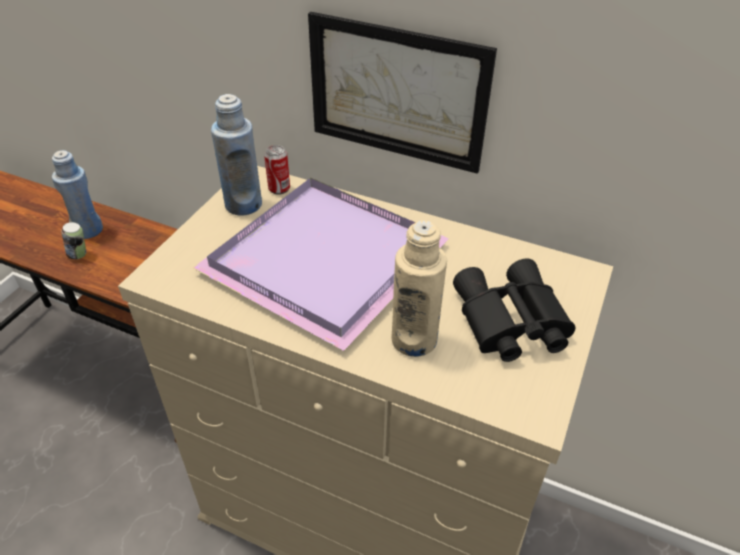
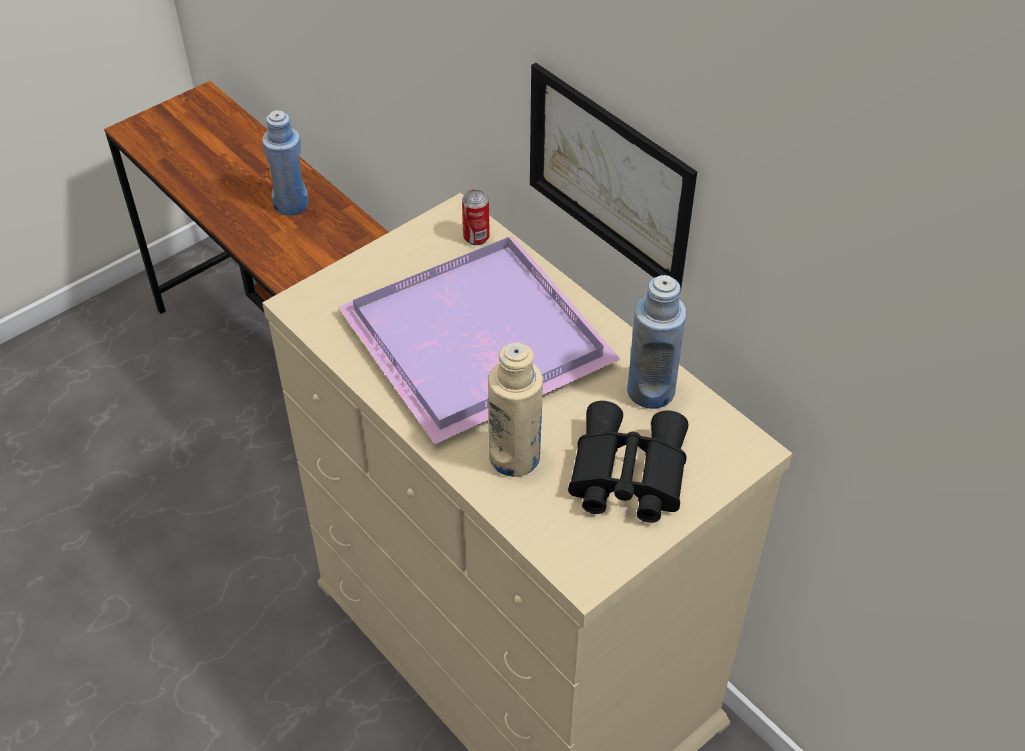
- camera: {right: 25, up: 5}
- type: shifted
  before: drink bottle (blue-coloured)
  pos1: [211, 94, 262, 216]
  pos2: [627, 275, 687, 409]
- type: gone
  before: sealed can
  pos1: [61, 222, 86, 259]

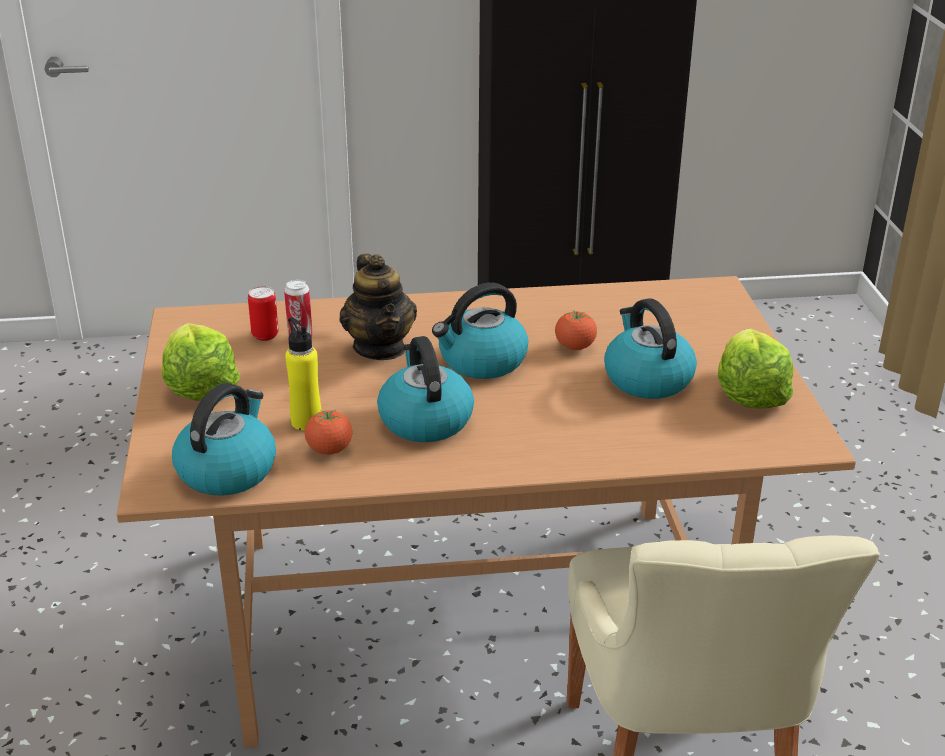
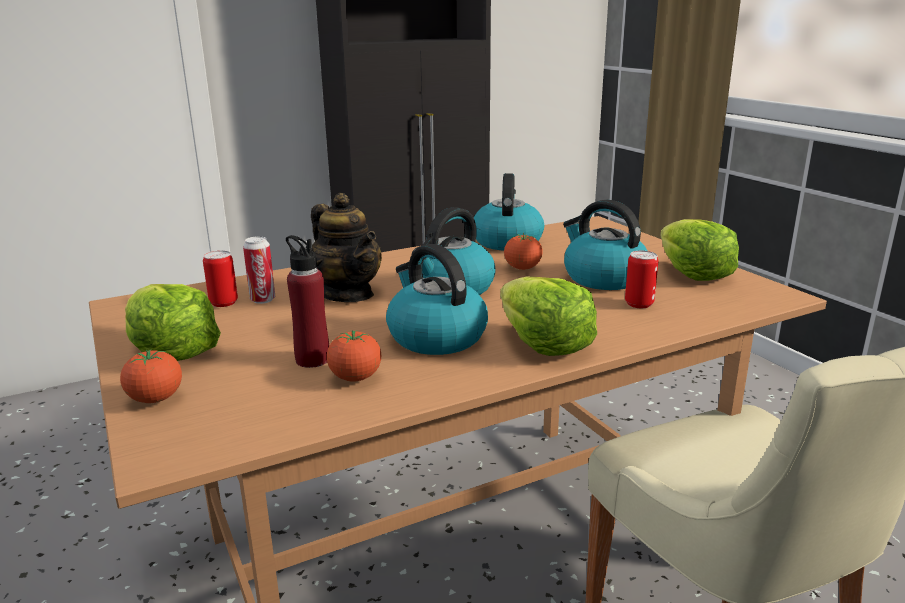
- camera: {right: -20, up: -10}
- type: new
  after: tomato
  pos2: [120, 349, 182, 403]
- type: repainted
  before: drink bottle (yellowish)
  after: drink bottle (reddish)
  pos1: [285, 317, 322, 431]
  pos2: [286, 235, 329, 368]
- type: shifted
  before: tea kettle
  pos1: [172, 383, 276, 496]
  pos2: [474, 173, 544, 251]
- type: new
  after: head of lettuce
  pos2: [500, 276, 597, 356]
- type: new
  after: sealed can
  pos2: [625, 251, 658, 308]

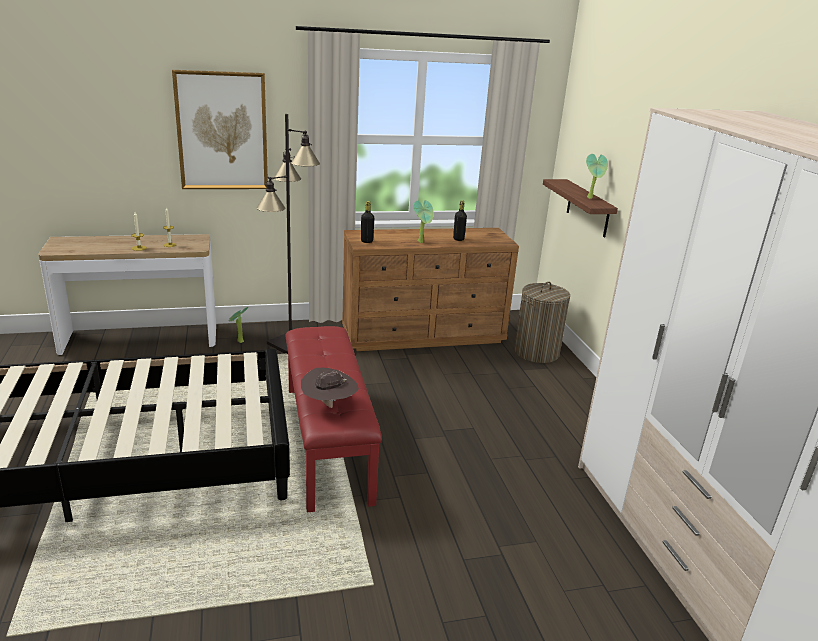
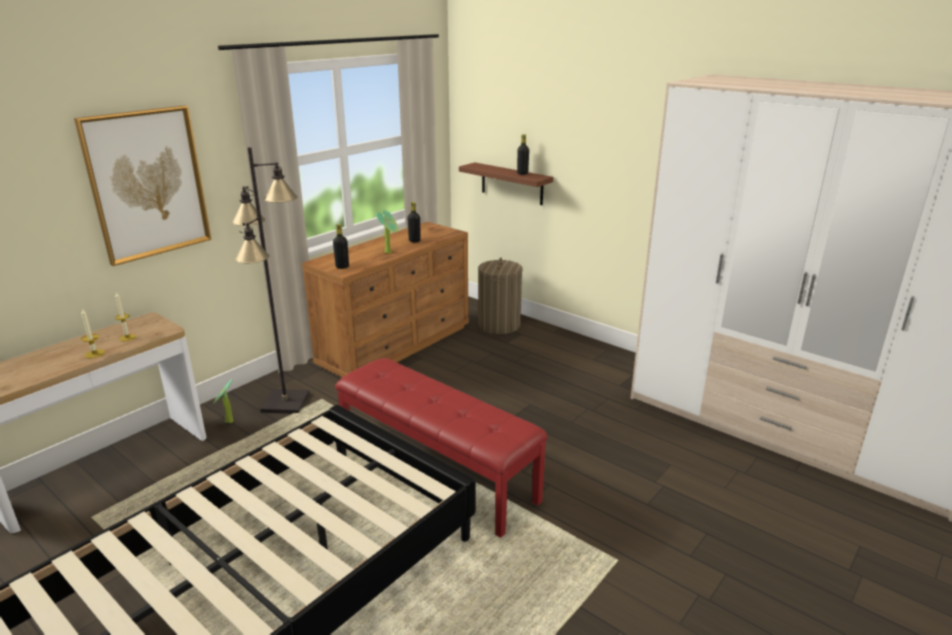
- camera: {right: -35, up: 0}
- type: swapped
  before: houseplant
  after: drink bottle (black-coloured)
  pos1: [586, 154, 608, 199]
  pos2: [517, 134, 529, 175]
- type: gone
  before: hat (brown)
  pos1: [301, 368, 359, 408]

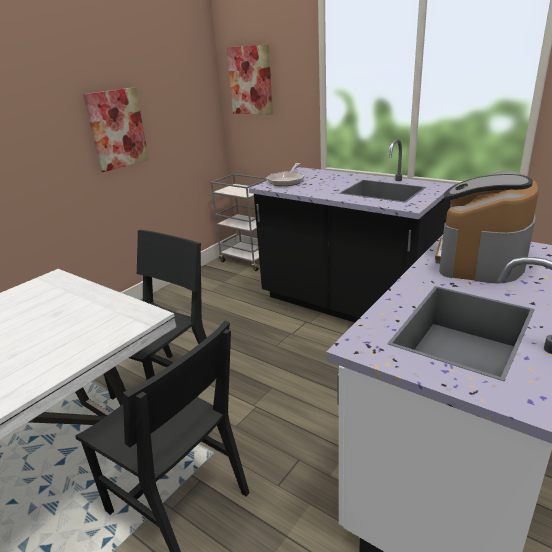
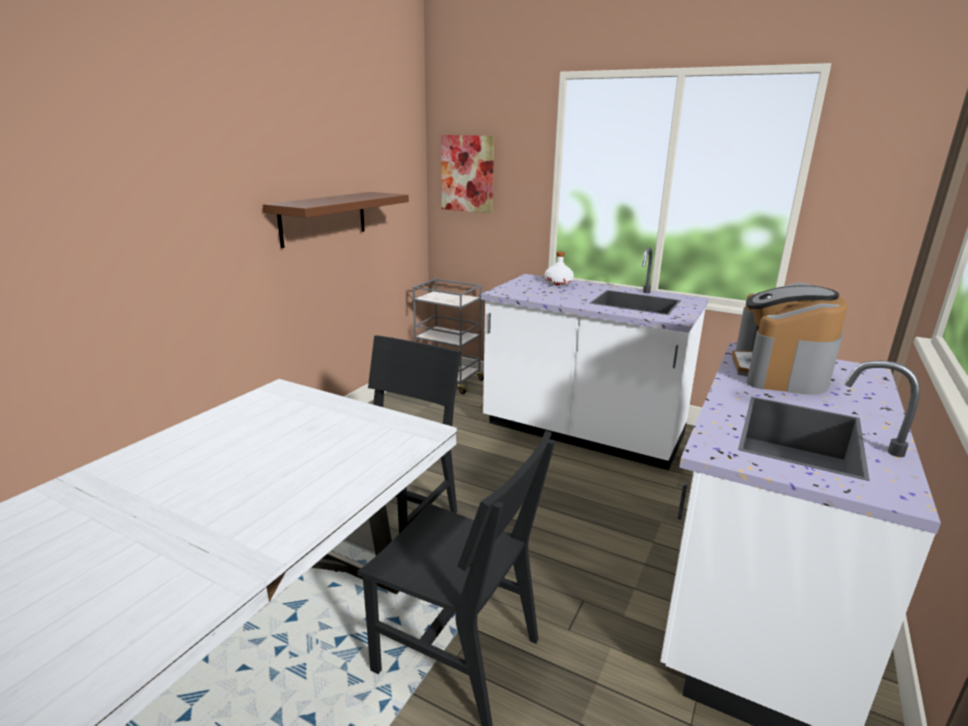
- camera: {right: -10, up: -5}
- type: swapped
  before: wall picture
  after: wall shelf (brown)
  pos1: [83, 87, 149, 172]
  pos2: [263, 192, 409, 248]
- type: repainted
  before: kitchen base unit (black-coloured)
  after: kitchen base unit (whitish)
  pos1: [249, 139, 455, 323]
  pos2: [481, 247, 709, 470]
- type: new
  after: drink bottle (whitish)
  pos2: [545, 252, 574, 286]
- type: gone
  before: frying pan
  pos1: [266, 163, 305, 186]

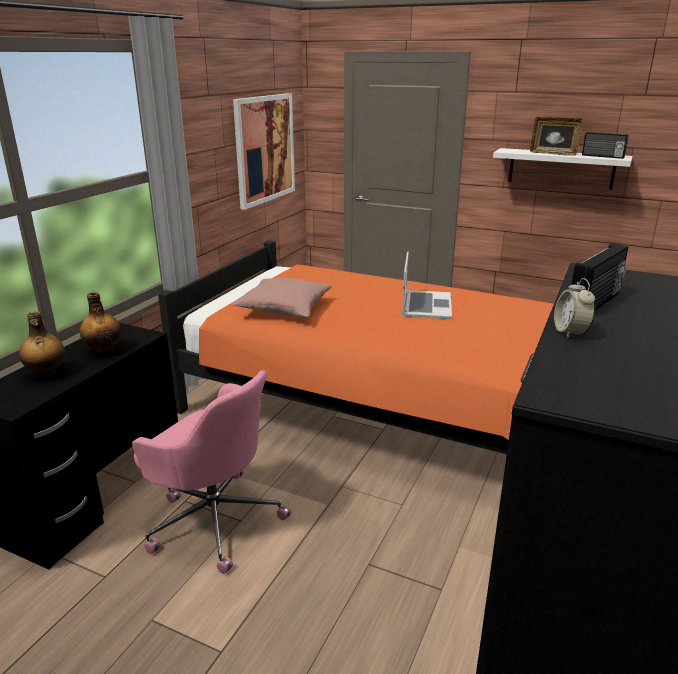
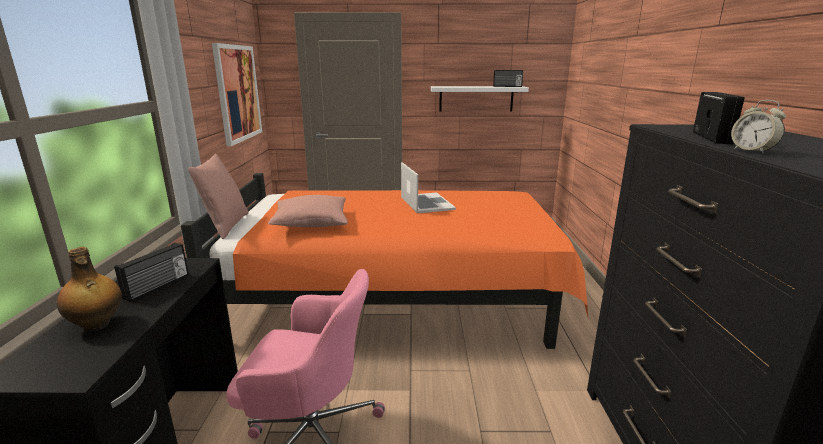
- camera: {right: -25, up: -5}
- type: swapped
  before: drink bottle
  after: radio set
  pos1: [80, 292, 121, 355]
  pos2: [114, 243, 189, 302]
- type: new
  after: cushion (pink-coloured)
  pos2: [188, 154, 248, 239]
- type: gone
  before: standing frame
  pos1: [530, 117, 582, 156]

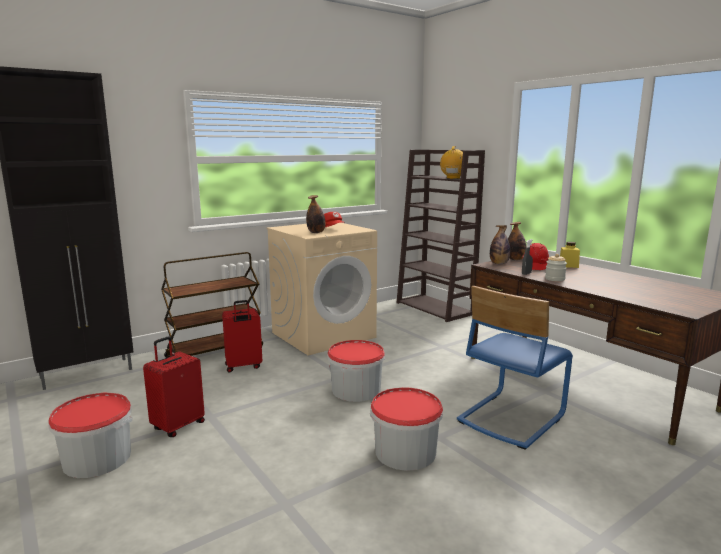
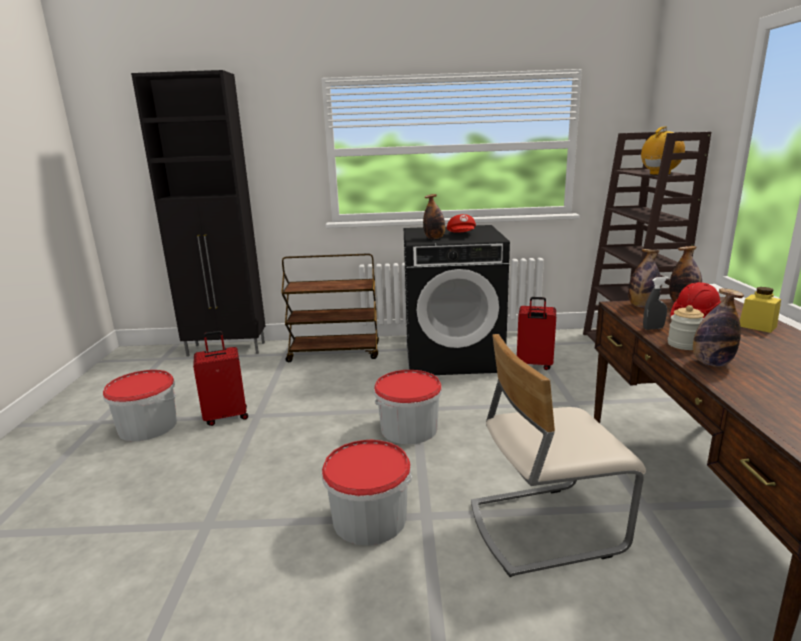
- camera: {right: 35, up: 5}
- type: repainted
  before: laundry appliance (beige-coloured)
  after: laundry appliance (black-coloured)
  pos1: [267, 223, 377, 356]
  pos2: [403, 225, 510, 375]
- type: repainted
  before: plain chair (blue-coloured)
  after: plain chair (beige-coloured)
  pos1: [457, 286, 573, 450]
  pos2: [471, 334, 646, 577]
- type: shifted
  before: piece of luggage (reddish)
  pos1: [222, 300, 262, 373]
  pos2: [517, 297, 556, 370]
- type: new
  after: drink bottle
  pos2: [693, 288, 744, 367]

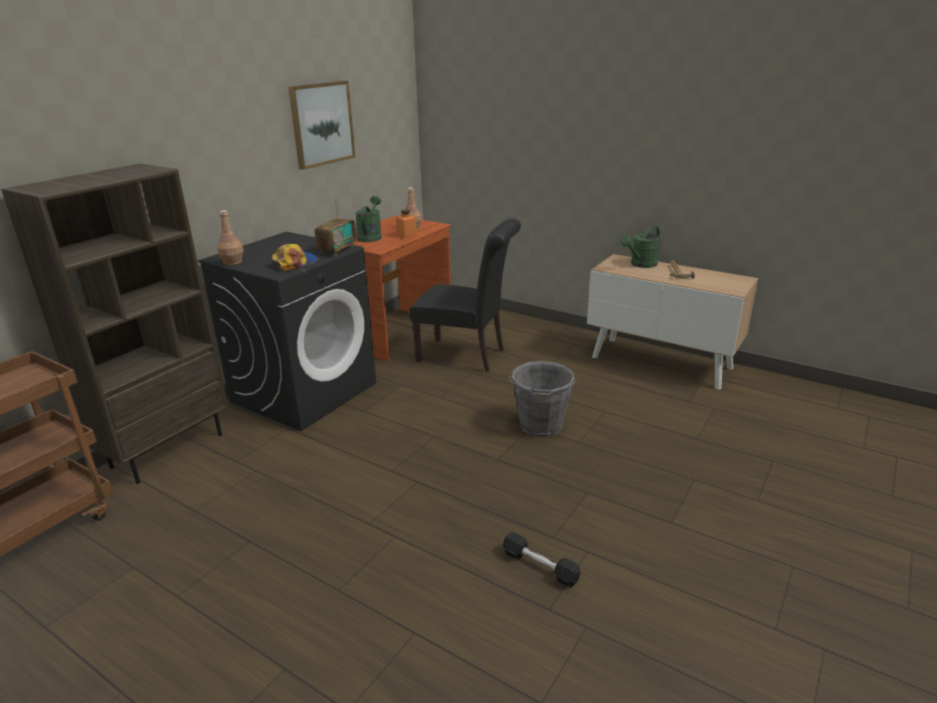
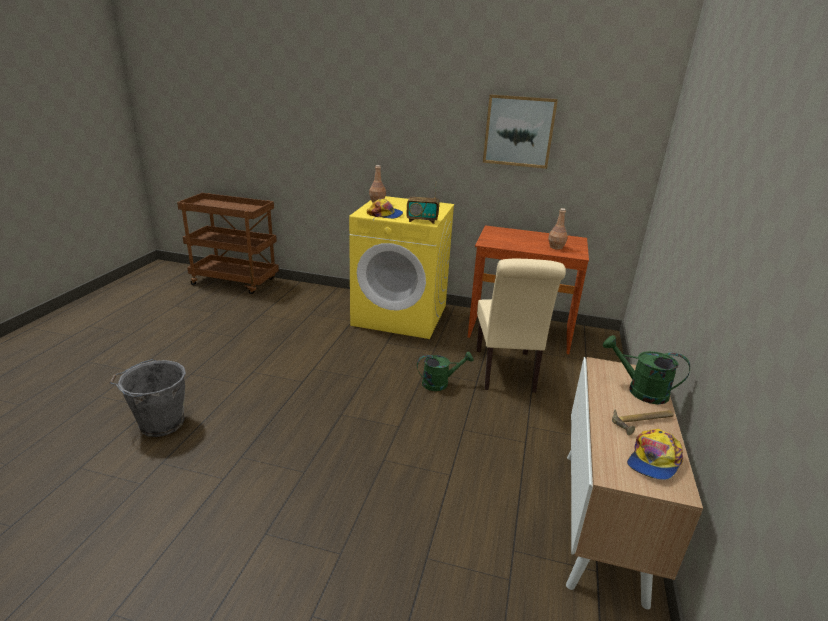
- camera: {right: 70, up: 0}
- type: shifted
  before: pail (gray)
  pos1: [508, 361, 577, 437]
  pos2: [110, 359, 186, 437]
- type: repainted
  before: laundry appliance (black-coloured)
  after: laundry appliance (yellowish)
  pos1: [198, 232, 376, 431]
  pos2: [349, 196, 454, 339]
- type: shifted
  before: sprinkling can (green-coloured)
  pos1: [355, 196, 382, 242]
  pos2: [417, 351, 473, 391]
- type: repainted
  before: plain chair (black-coloured)
  after: plain chair (beige-coloured)
  pos1: [409, 218, 521, 372]
  pos2: [476, 259, 566, 393]
- type: new
  after: cap
  pos2: [627, 429, 683, 480]
- type: gone
  before: bookshelf (brown)
  pos1: [1, 164, 228, 484]
- type: gone
  before: jar (orange)
  pos1: [396, 210, 417, 239]
- type: gone
  before: hand weight (black-coloured)
  pos1: [503, 532, 580, 588]

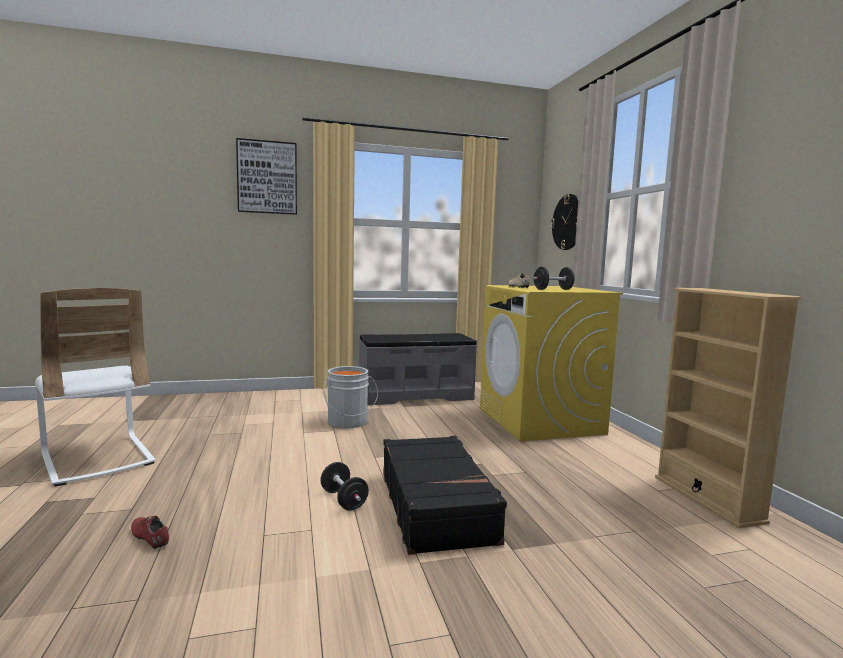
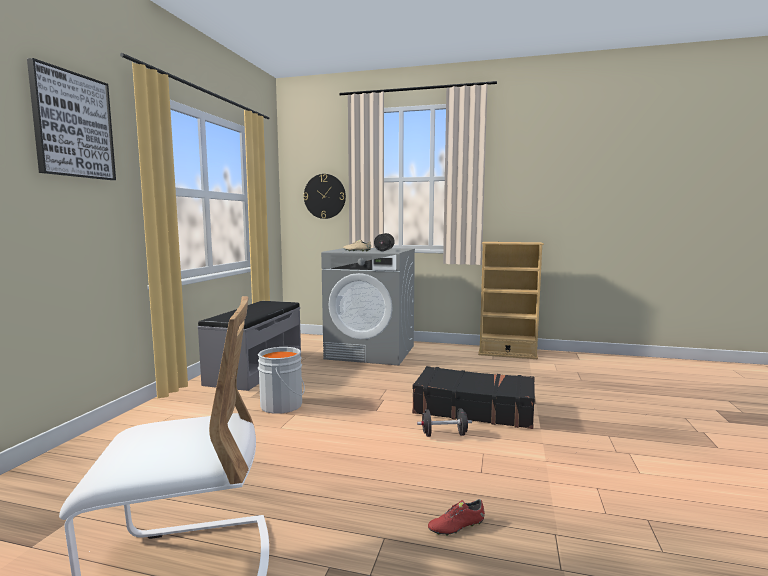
- camera: {right: -60, up: 0}
- type: repainted
  before: laundry appliance (yellowish)
  after: laundry appliance (gray)
  pos1: [480, 285, 623, 441]
  pos2: [321, 248, 415, 365]

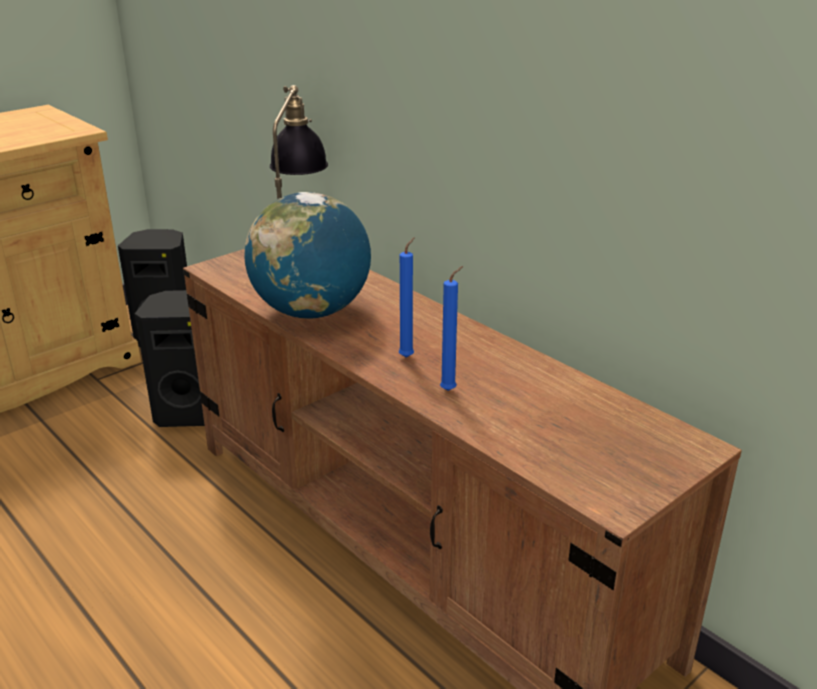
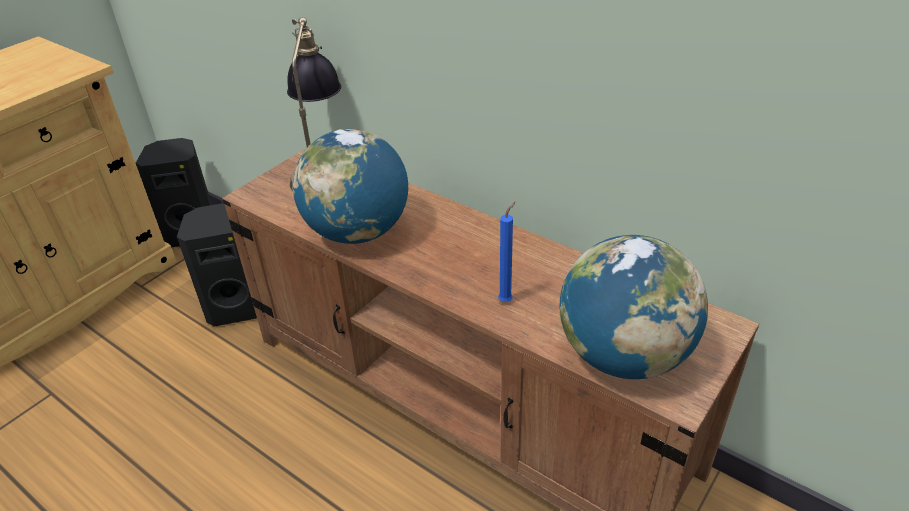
- camera: {right: -10, up: 10}
- type: new
  after: desk globe
  pos2: [560, 235, 708, 379]
- type: gone
  before: wax light (blue-coloured)
  pos1: [399, 238, 414, 358]

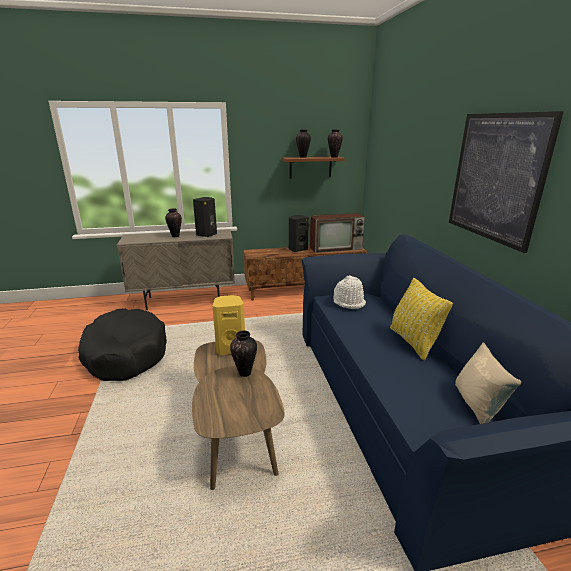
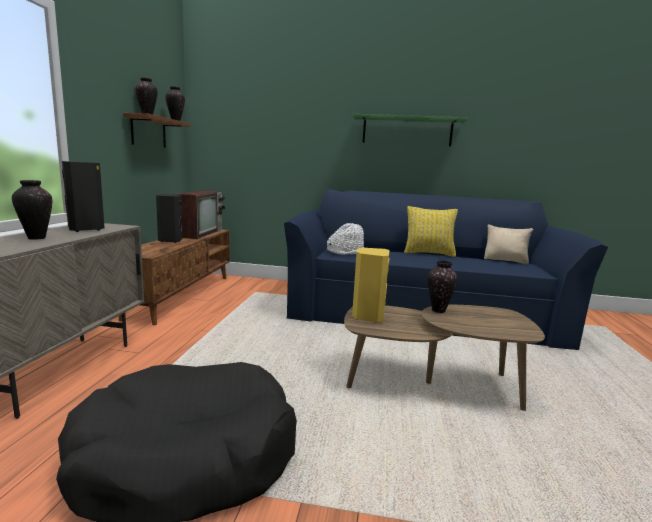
- camera: {right: -70, up: -10}
- type: swapped
  before: wall picture
  after: wall shelf (green-coloured)
  pos1: [449, 111, 564, 253]
  pos2: [353, 114, 468, 146]

